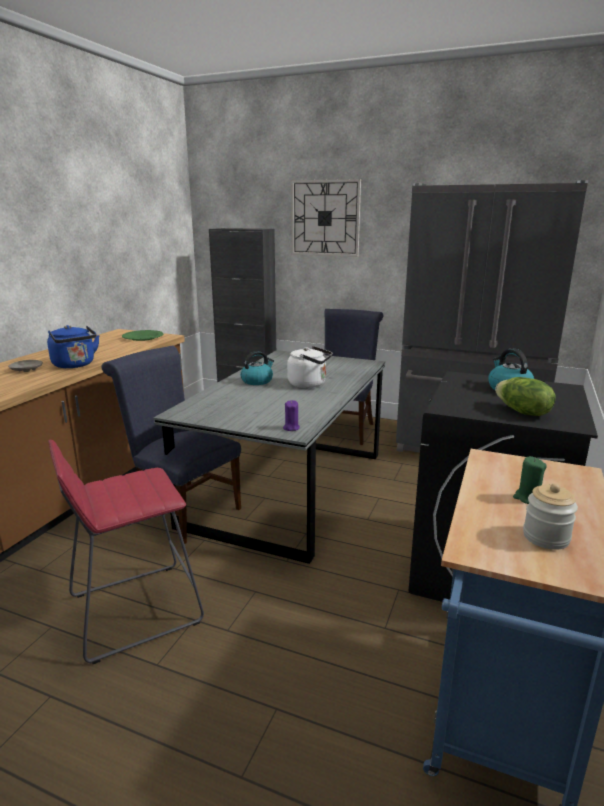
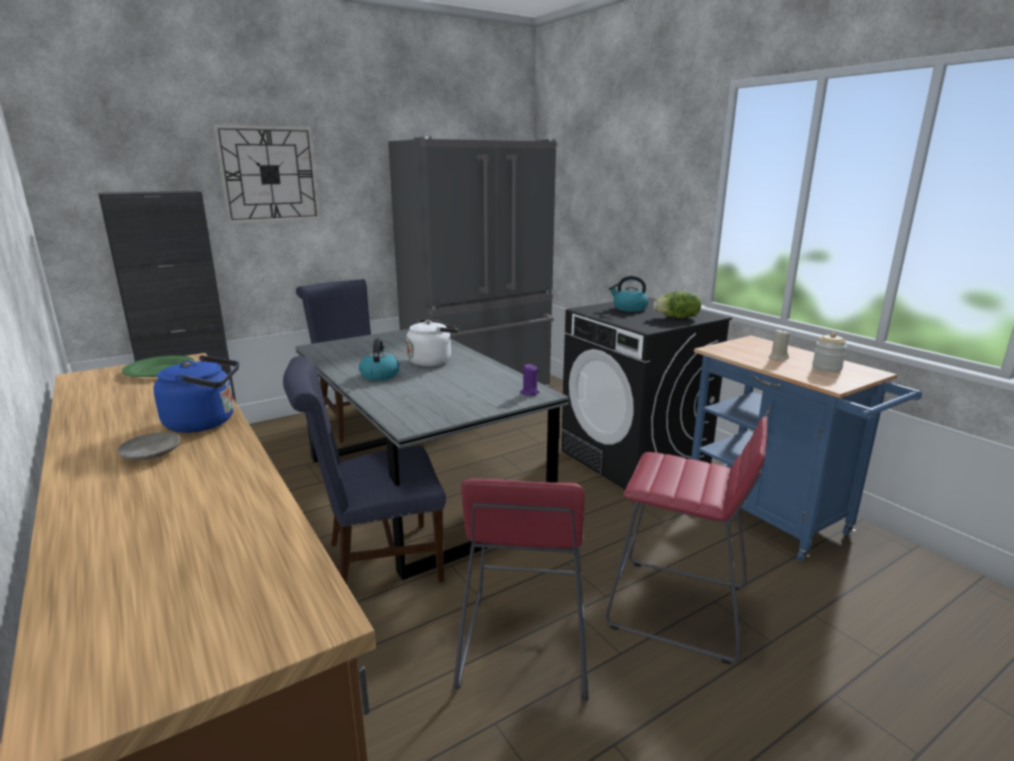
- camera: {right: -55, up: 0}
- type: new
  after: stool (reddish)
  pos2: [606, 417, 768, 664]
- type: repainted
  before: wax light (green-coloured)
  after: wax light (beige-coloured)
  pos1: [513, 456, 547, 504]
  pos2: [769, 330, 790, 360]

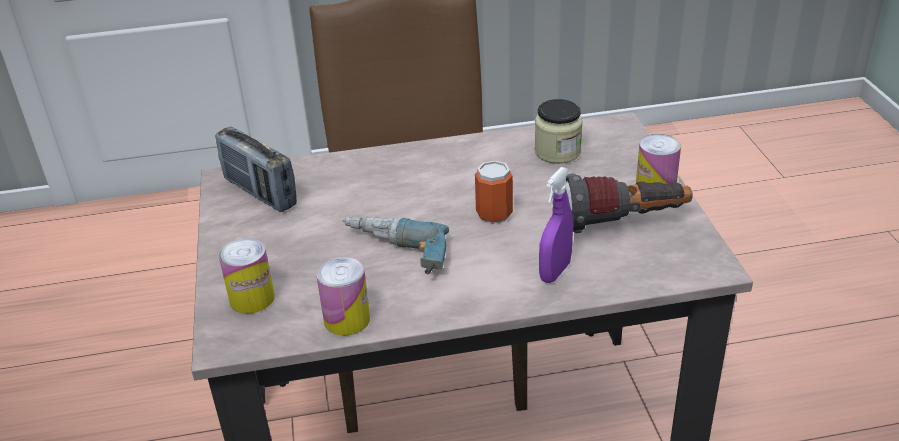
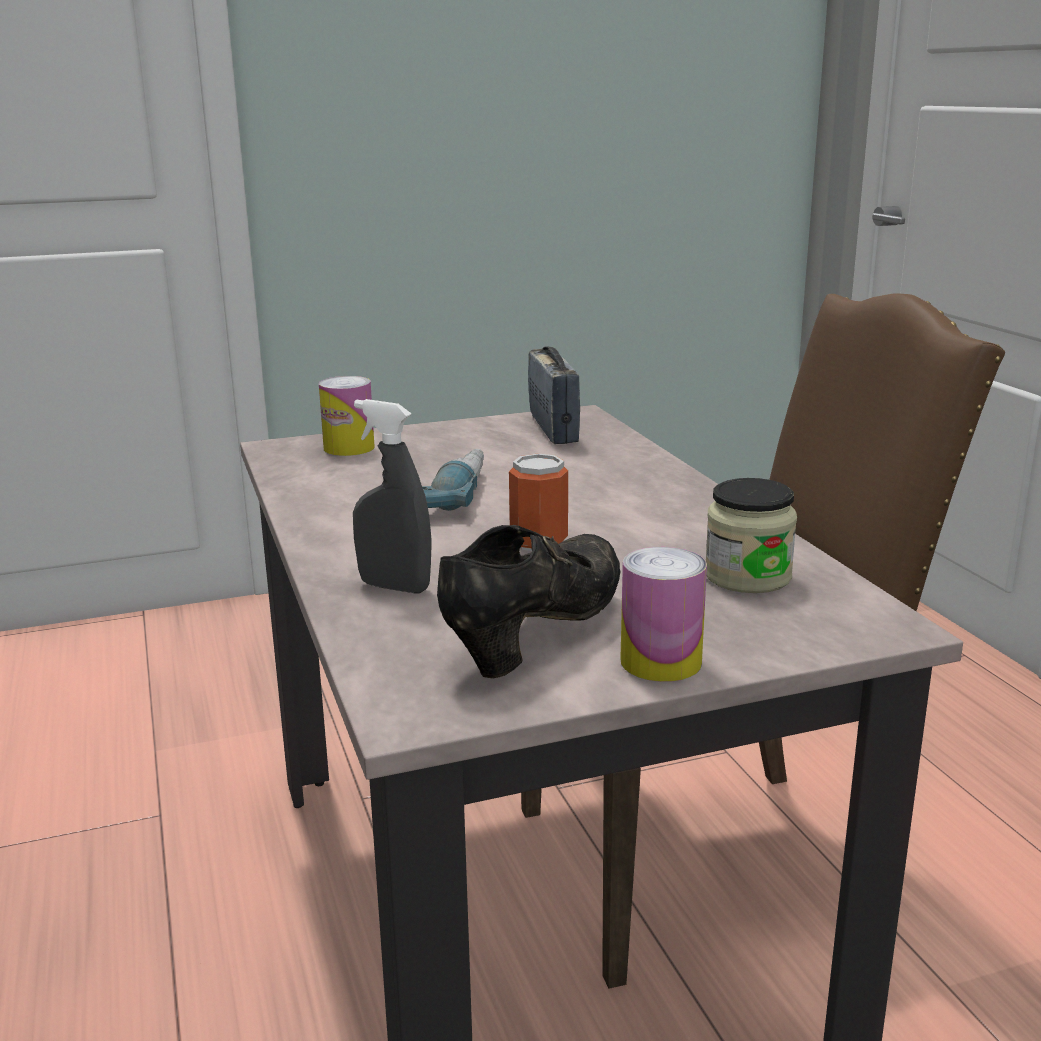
- camera: {right: 80, up: -15}
- type: repainted
  before: hand sprayer (purplish)
  after: hand sprayer (gray)
  pos1: [539, 167, 573, 283]
  pos2: [353, 399, 432, 593]
- type: swapped
  before: hand torch
  after: low shoe (black-coloured)
  pos1: [565, 173, 693, 233]
  pos2: [437, 525, 620, 679]
- type: rotated
  before: radio set
  pos1: [215, 127, 297, 212]
  pos2: [528, 346, 580, 444]
  turn: 135
- type: gone
  before: sealed can
  pos1: [316, 257, 370, 336]

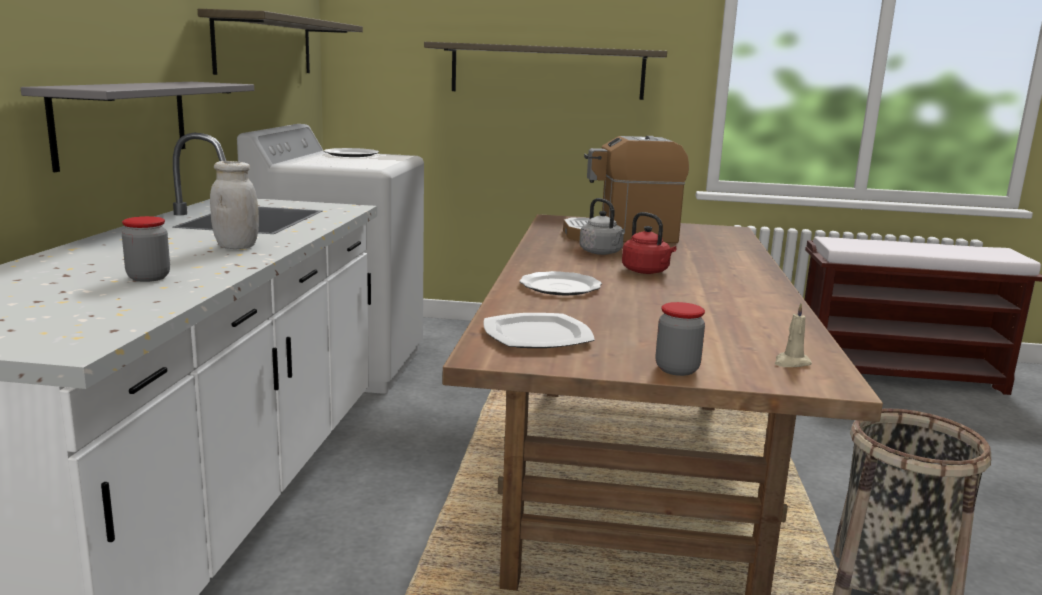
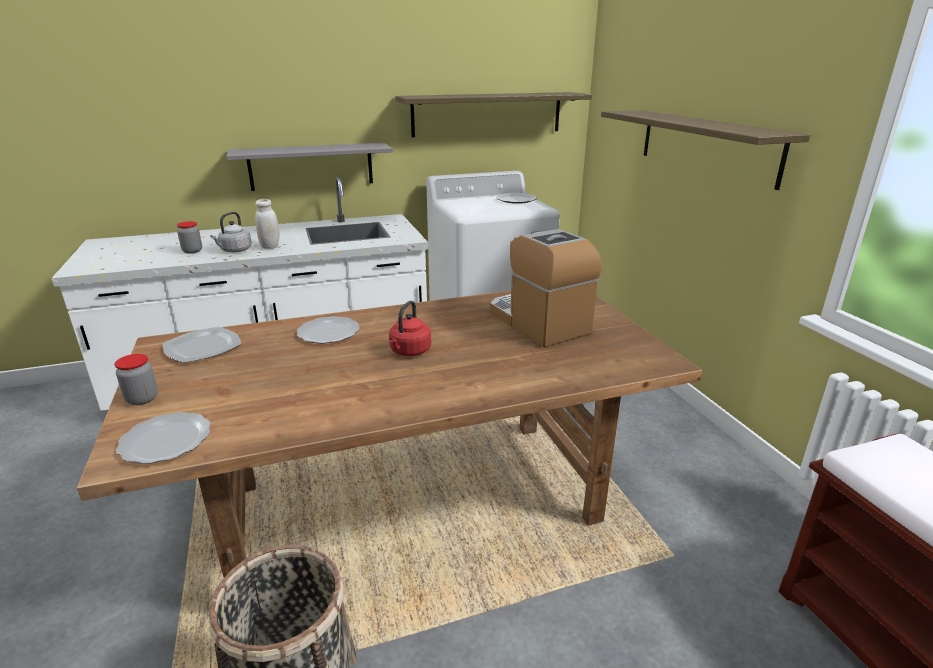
- camera: {right: 65, up: 10}
- type: swapped
  before: wax light (beige-coloured)
  after: flat dish
  pos1: [775, 303, 812, 367]
  pos2: [116, 412, 211, 464]
- type: shifted
  before: tea kettle (gray)
  pos1: [579, 198, 625, 255]
  pos2: [210, 212, 252, 252]

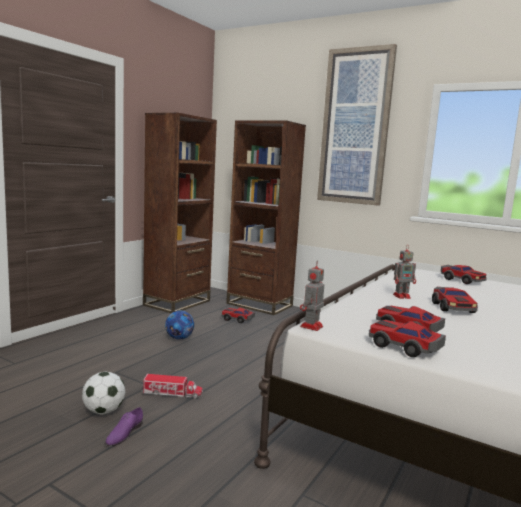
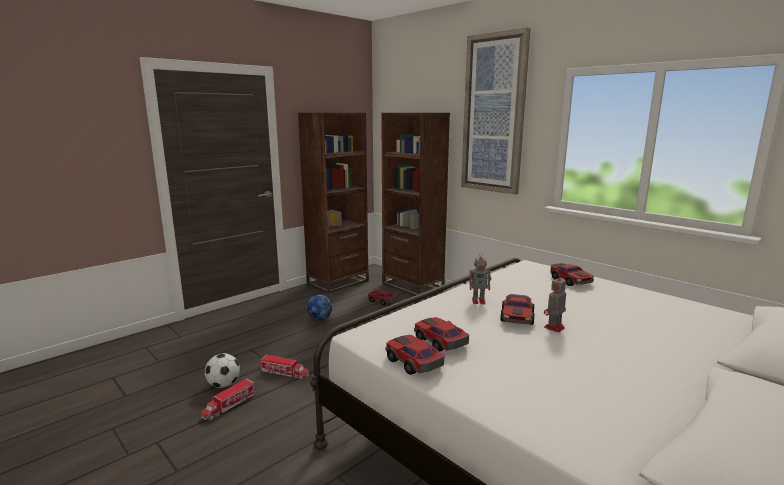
- camera: {right: 15, up: 5}
- type: swapped
  before: low shoe (purplish)
  after: model truck
  pos1: [105, 407, 143, 446]
  pos2: [201, 379, 255, 420]
- type: shifted
  before: model robot
  pos1: [300, 260, 324, 331]
  pos2: [544, 274, 566, 333]

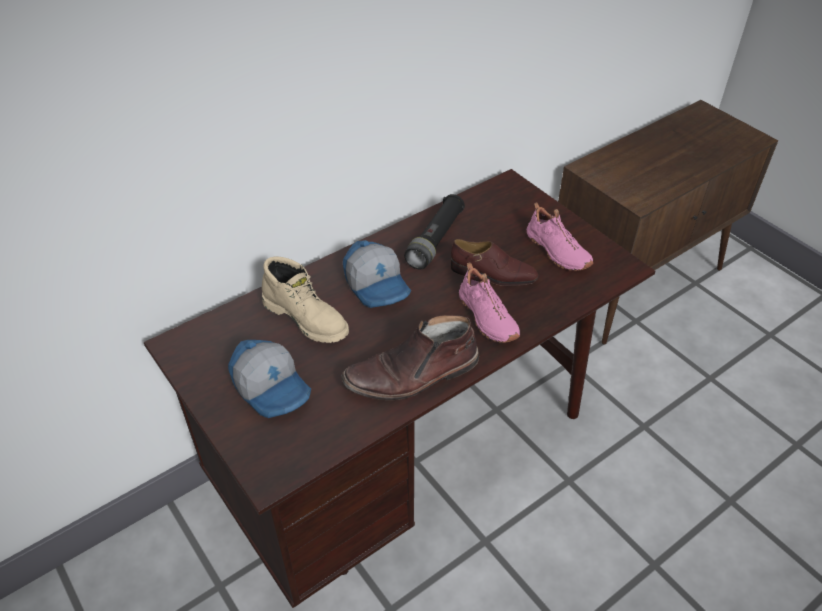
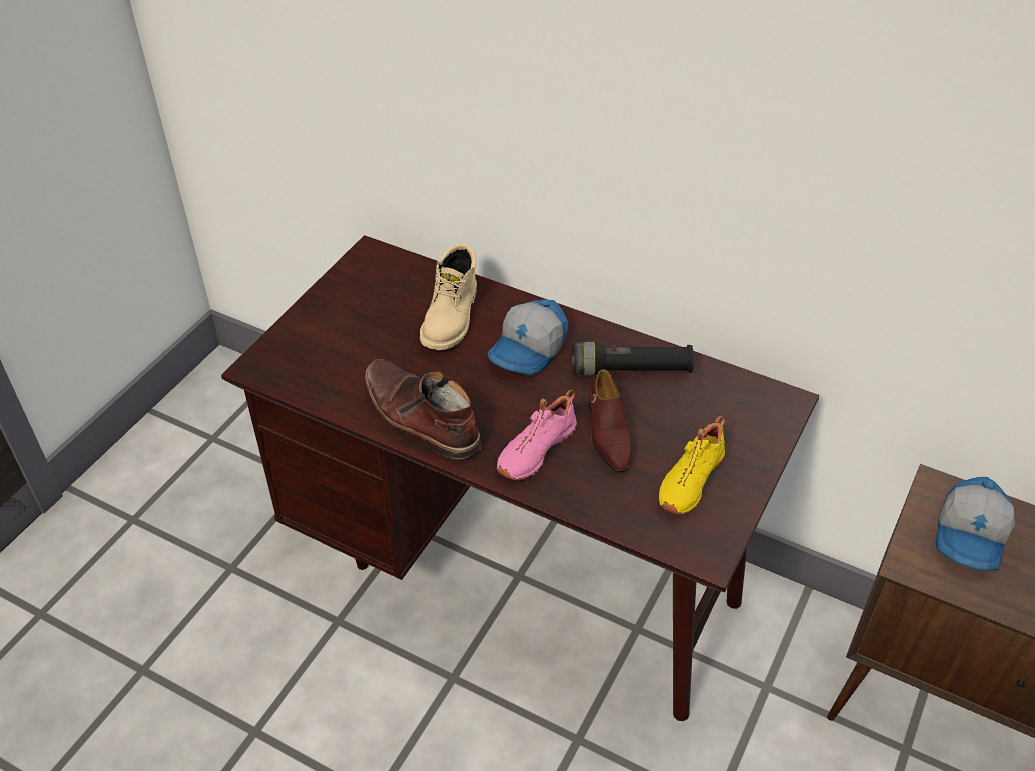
- camera: {right: 65, up: 0}
- type: repainted
  before: low shoe (pink-coloured)
  after: low shoe (yellowish)
  pos1: [527, 202, 593, 271]
  pos2: [659, 416, 725, 515]
- type: shifted
  before: cap
  pos1: [228, 340, 311, 418]
  pos2: [935, 477, 1015, 571]

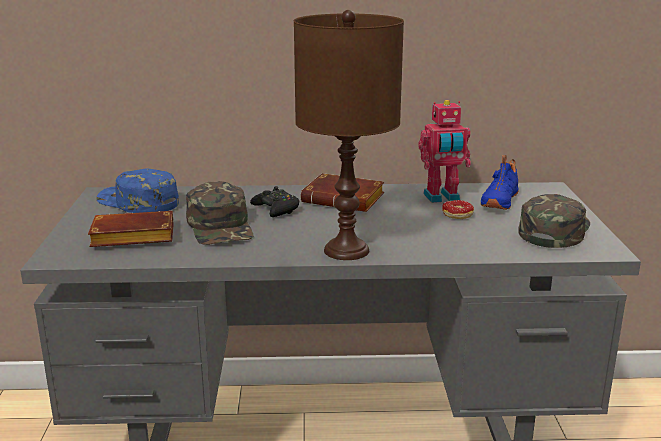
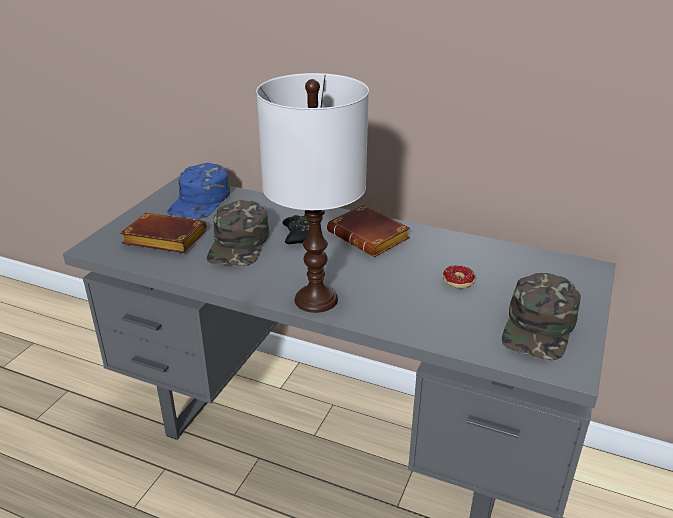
- camera: {right: 25, up: 10}
- type: rotated
  before: cap (blue-coloured)
  pos1: [96, 169, 179, 213]
  pos2: [167, 163, 230, 219]
  turn: -135
- type: repainted
  before: tabletop lamp (brown)
  after: tabletop lamp (whitish)
  pos1: [294, 10, 404, 260]
  pos2: [256, 73, 369, 313]
- type: rotated
  before: cap (green-coloured)
  pos1: [518, 194, 590, 248]
  pos2: [502, 273, 581, 360]
  turn: 150
- type: gone
  before: model robot
  pos1: [418, 100, 471, 203]
- type: gone
  before: low shoe (blue-coloured)
  pos1: [481, 155, 518, 210]

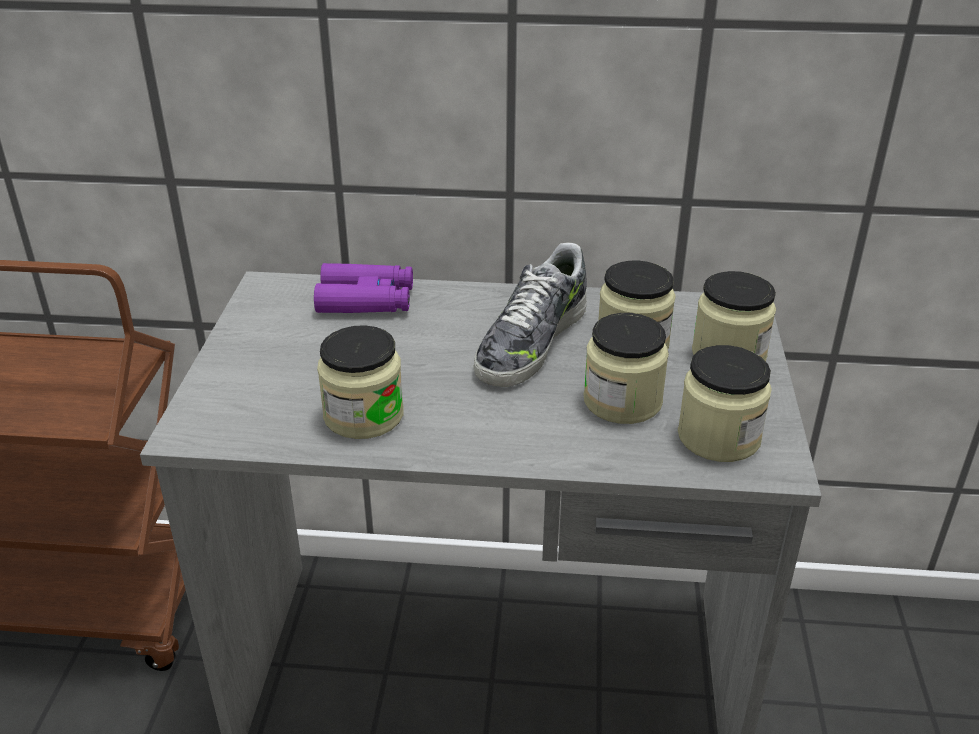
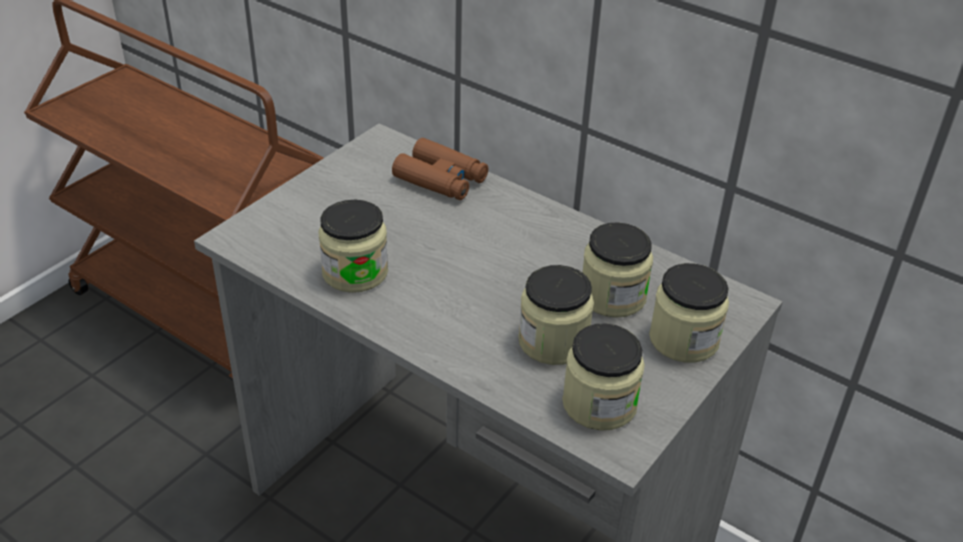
- camera: {right: 30, up: 5}
- type: repainted
  before: field glasses (purplish)
  after: field glasses (brown)
  pos1: [314, 263, 413, 313]
  pos2: [392, 138, 488, 200]
- type: gone
  before: low shoe
  pos1: [474, 242, 587, 387]

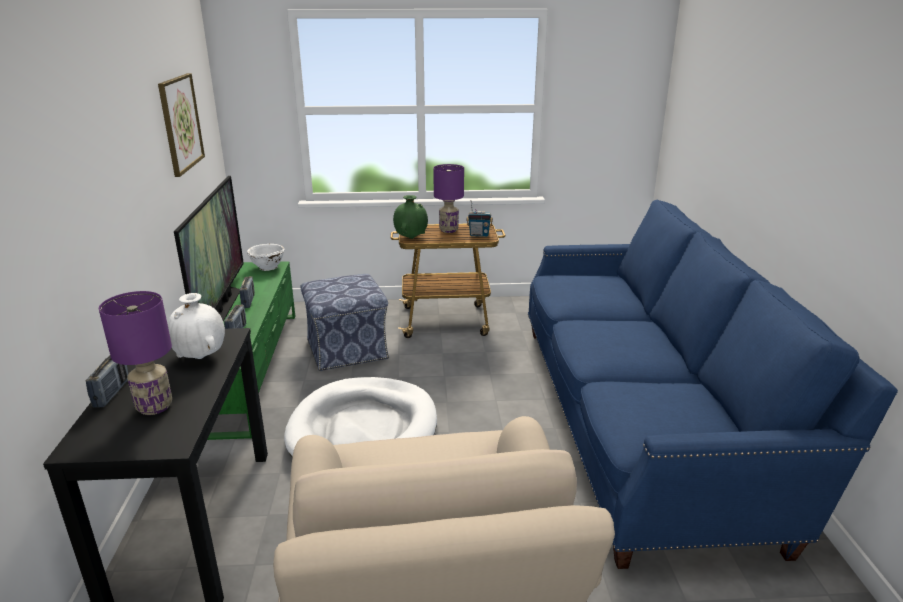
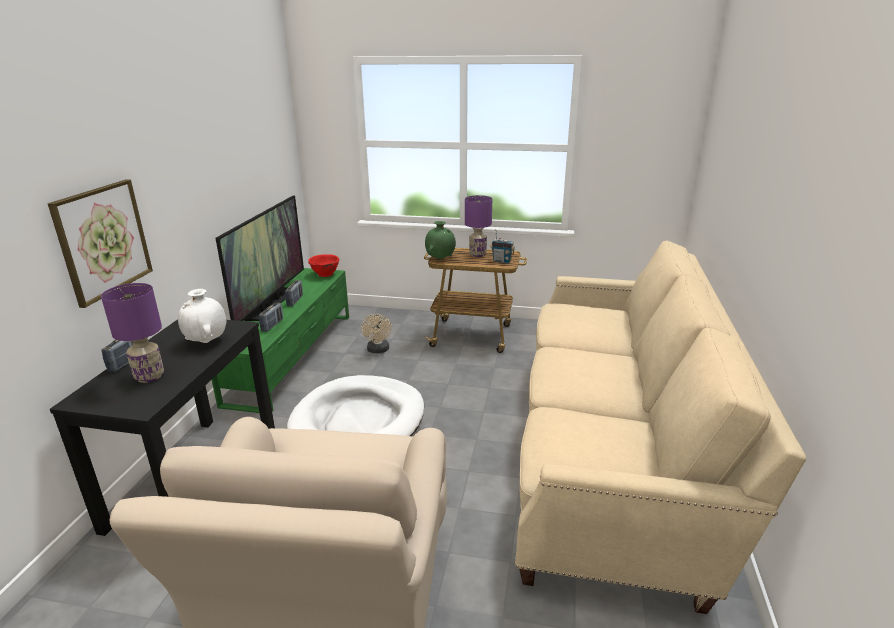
- camera: {right: 15, up: 0}
- type: shifted
  before: wall picture
  pos1: [158, 73, 205, 177]
  pos2: [48, 179, 153, 308]
- type: repainted
  before: bowl (whitish)
  after: bowl (reddish)
  pos1: [247, 244, 285, 271]
  pos2: [308, 254, 340, 277]
- type: swapped
  before: pouffe
  after: electric fan (beige-coloured)
  pos1: [301, 274, 389, 371]
  pos2: [361, 314, 392, 353]
- type: repainted
  before: settee (blue-coloured)
  after: settee (beige-coloured)
  pos1: [528, 200, 898, 569]
  pos2: [515, 241, 806, 614]

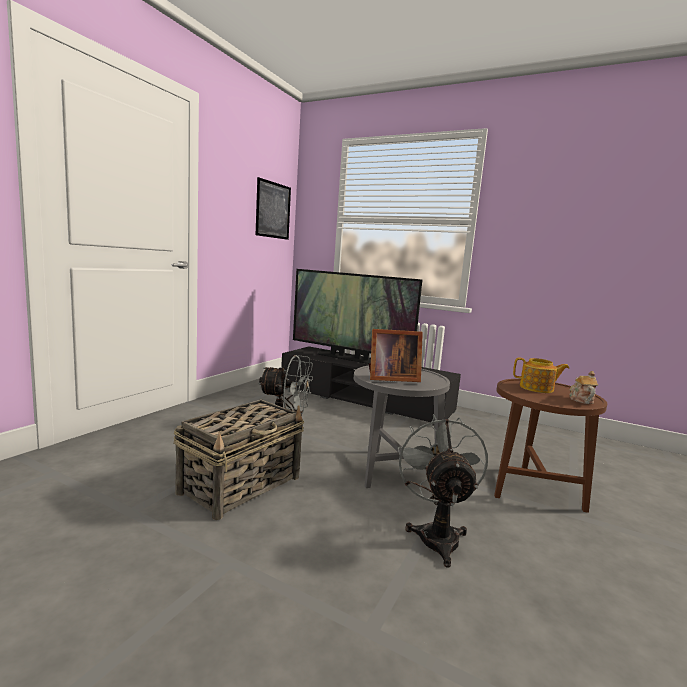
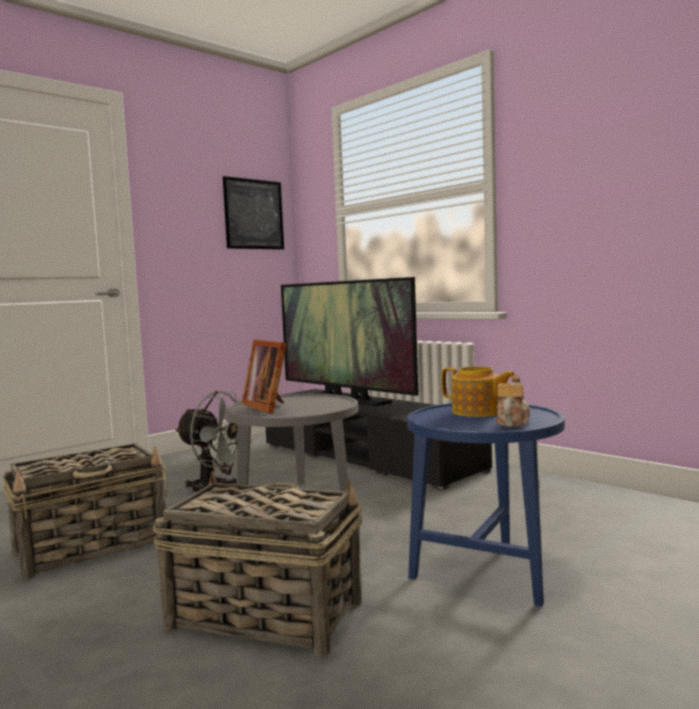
- camera: {right: 20, up: -5}
- type: swapped
  before: electric fan (gray)
  after: storage basket
  pos1: [398, 414, 488, 568]
  pos2: [153, 471, 362, 656]
- type: rotated
  before: standing frame
  pos1: [369, 329, 423, 382]
  pos2: [241, 339, 286, 414]
  turn: 45
- type: repainted
  before: accent table (brown)
  after: accent table (blue-coloured)
  pos1: [494, 379, 607, 513]
  pos2: [407, 403, 565, 607]

